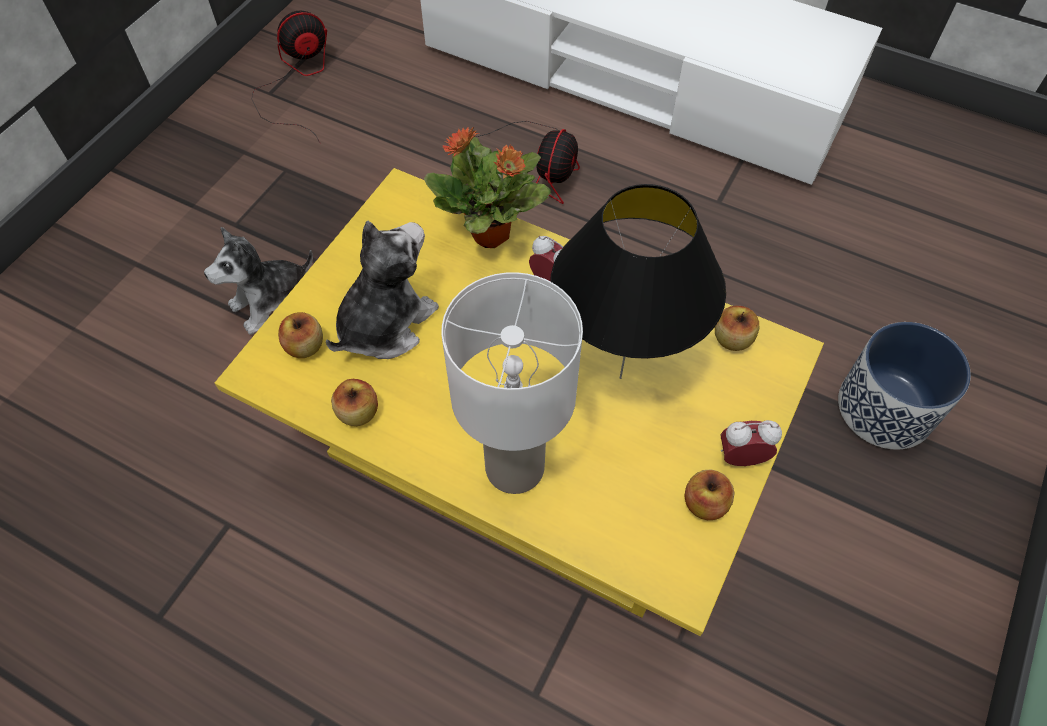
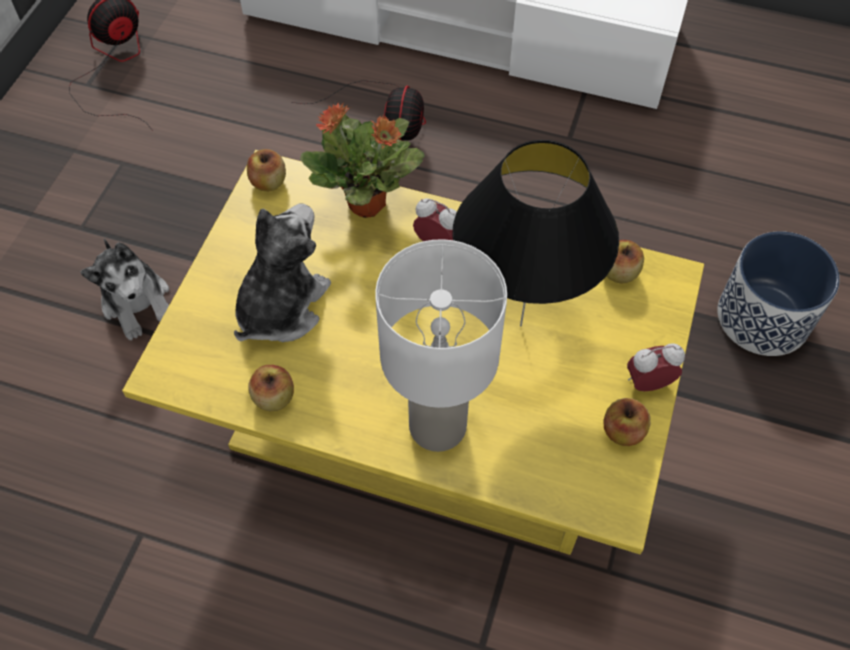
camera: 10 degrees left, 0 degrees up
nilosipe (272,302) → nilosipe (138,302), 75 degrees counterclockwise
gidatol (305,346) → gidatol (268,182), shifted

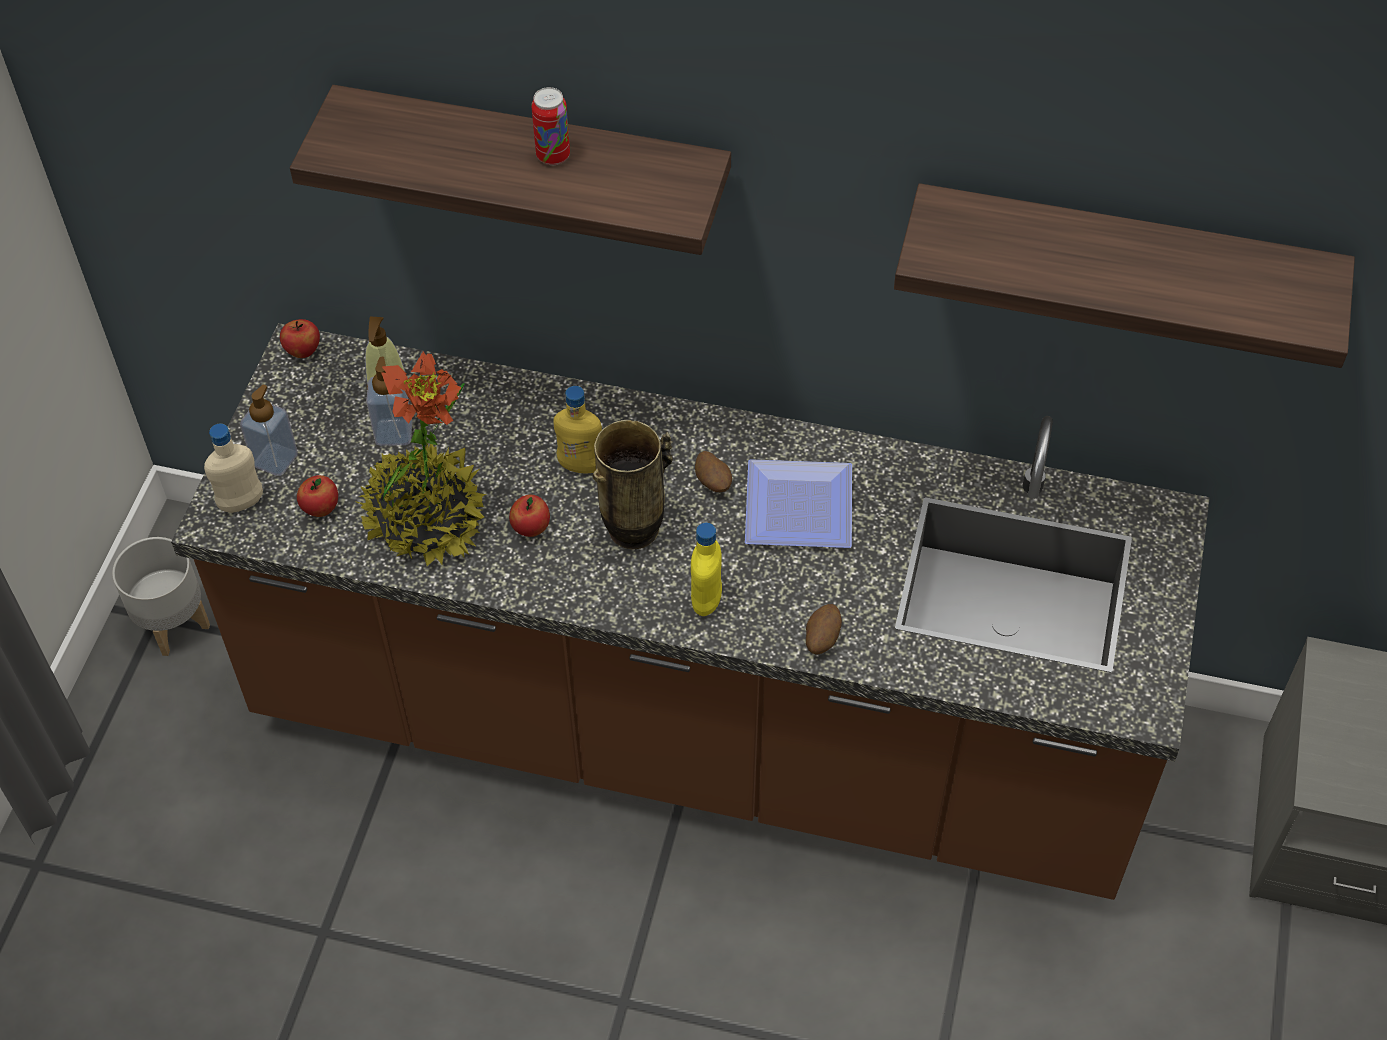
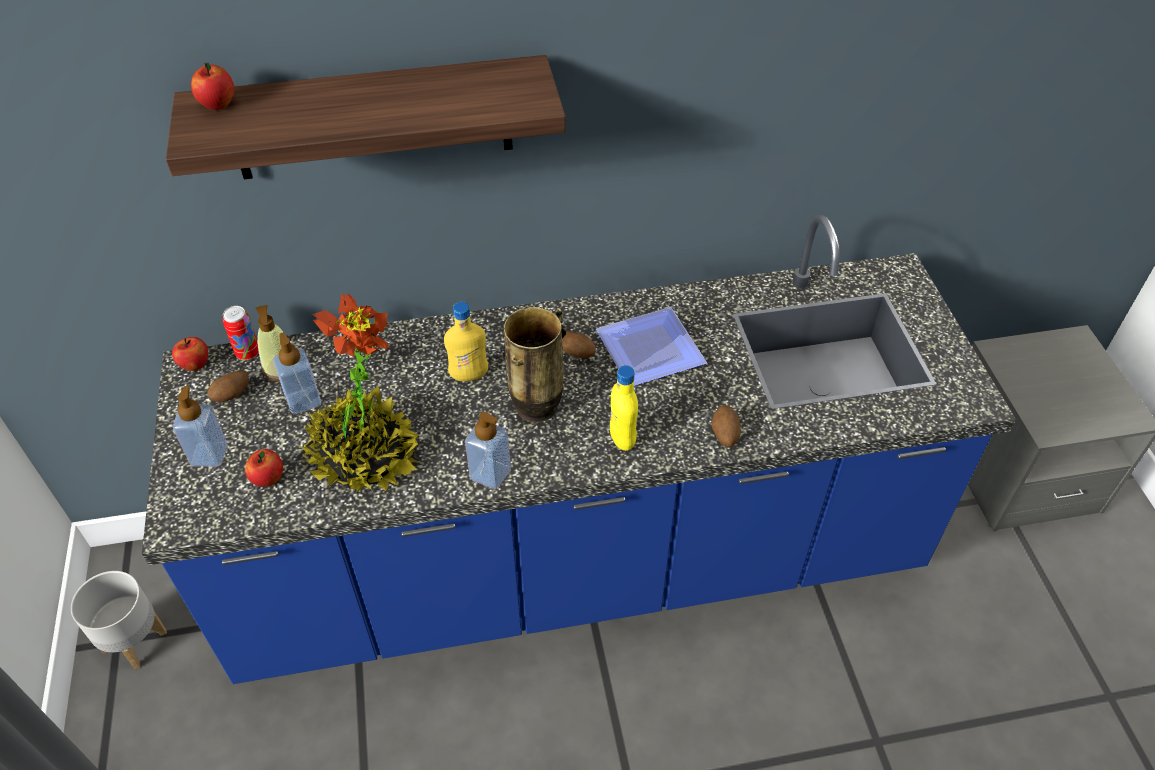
camera: 25 degrees left, 5 degrees down
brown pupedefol (695,727) → blue pupedefol (577,563)
gidatol (531,528) → gidatol (218,105), shifted
- → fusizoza (232,396)
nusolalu (553,156) → nusolalu (248,353), shifted
- → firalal (490,473)
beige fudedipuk (241,503) → -
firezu (1122,262) → -

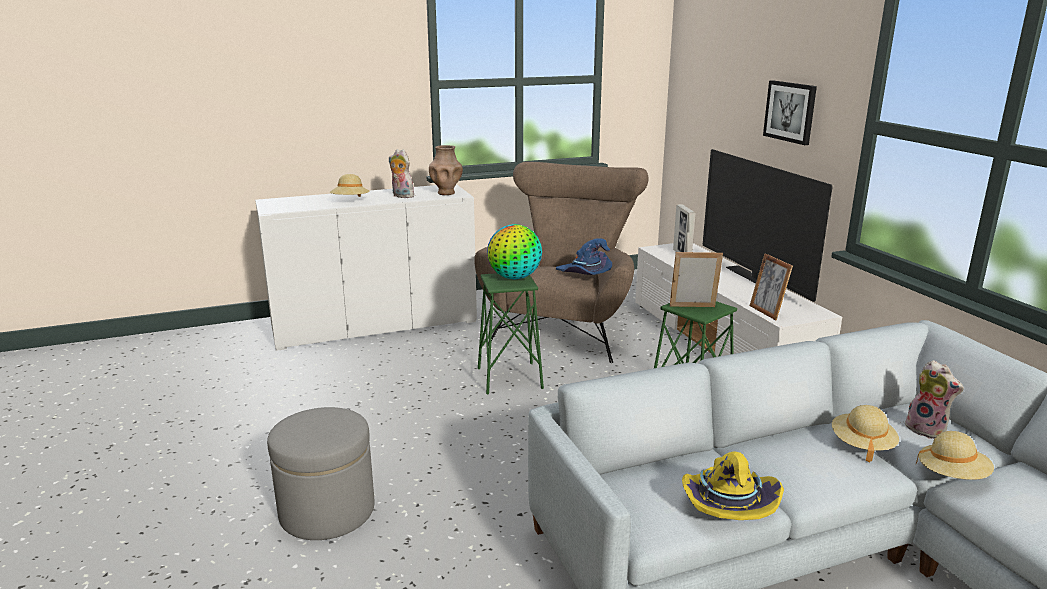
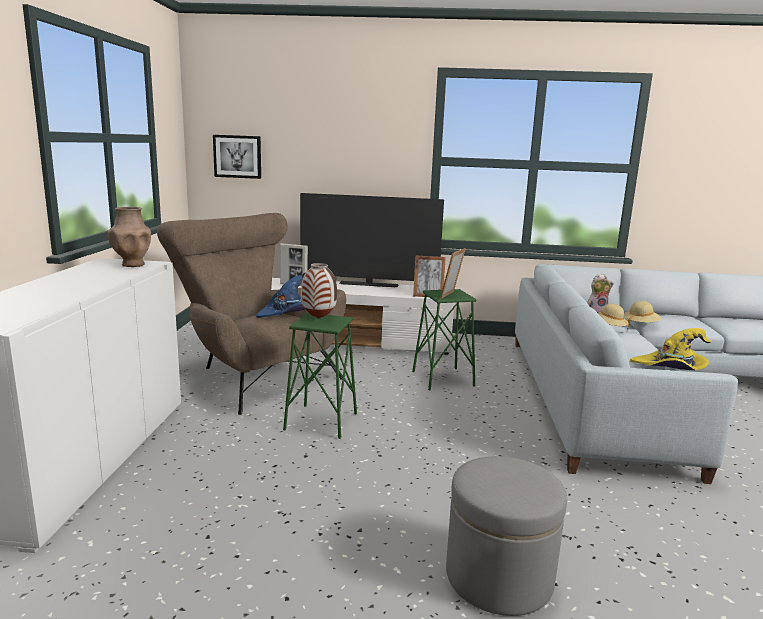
camera: 65 degrees left, 5 degrees down
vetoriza (790,111) → vetoriza (237,156), shifted
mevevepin (515,277) → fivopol (319,318)
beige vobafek (350,201) → -
nilosipe (401,196) → -

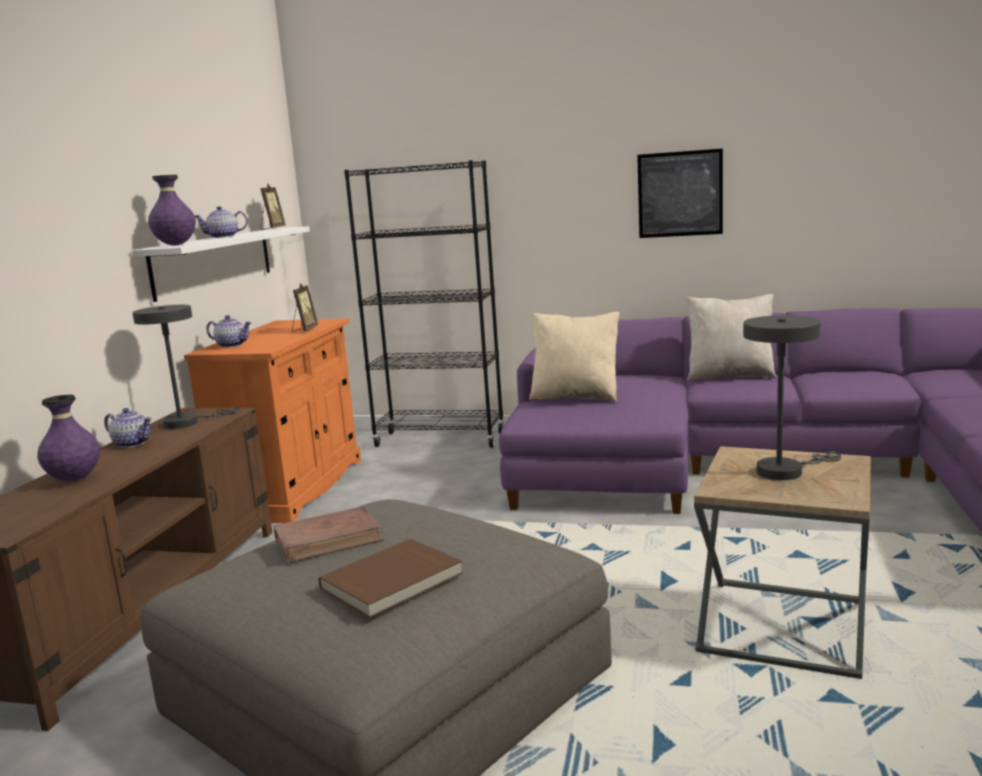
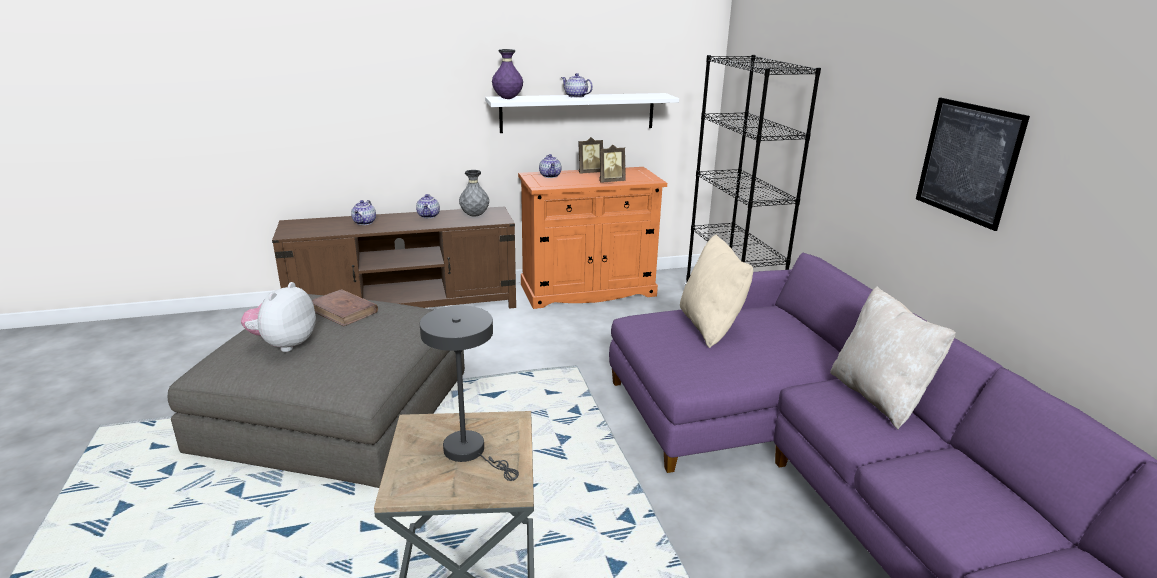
camera: 60 degrees right, 10 degrees up
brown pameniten (393,582) → nilosipe (284,344)
purple fivopol (74,480) → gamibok (365,223)
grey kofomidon (187,422) → grey fivopol (474,215)
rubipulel (272,229) → rubipulel (589,172), shifted

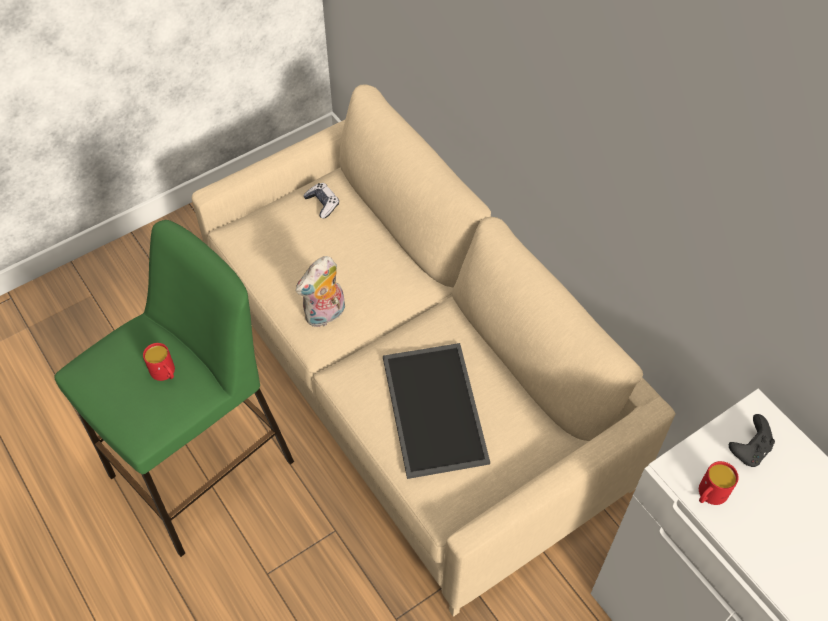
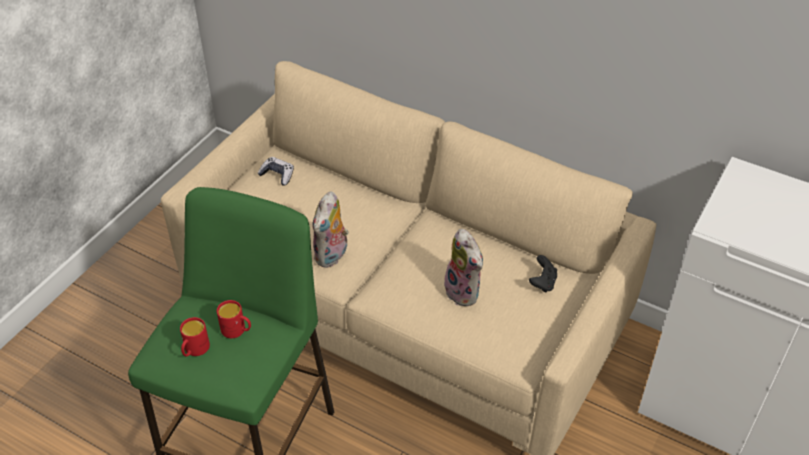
camera: 25 degrees left, 10 degrees down
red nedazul (709,495) → red nedazul (194,350), shifted
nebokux (432,408) → nilosipe (465,292)
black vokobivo (749,450) → black vokobivo (542,283), shifted

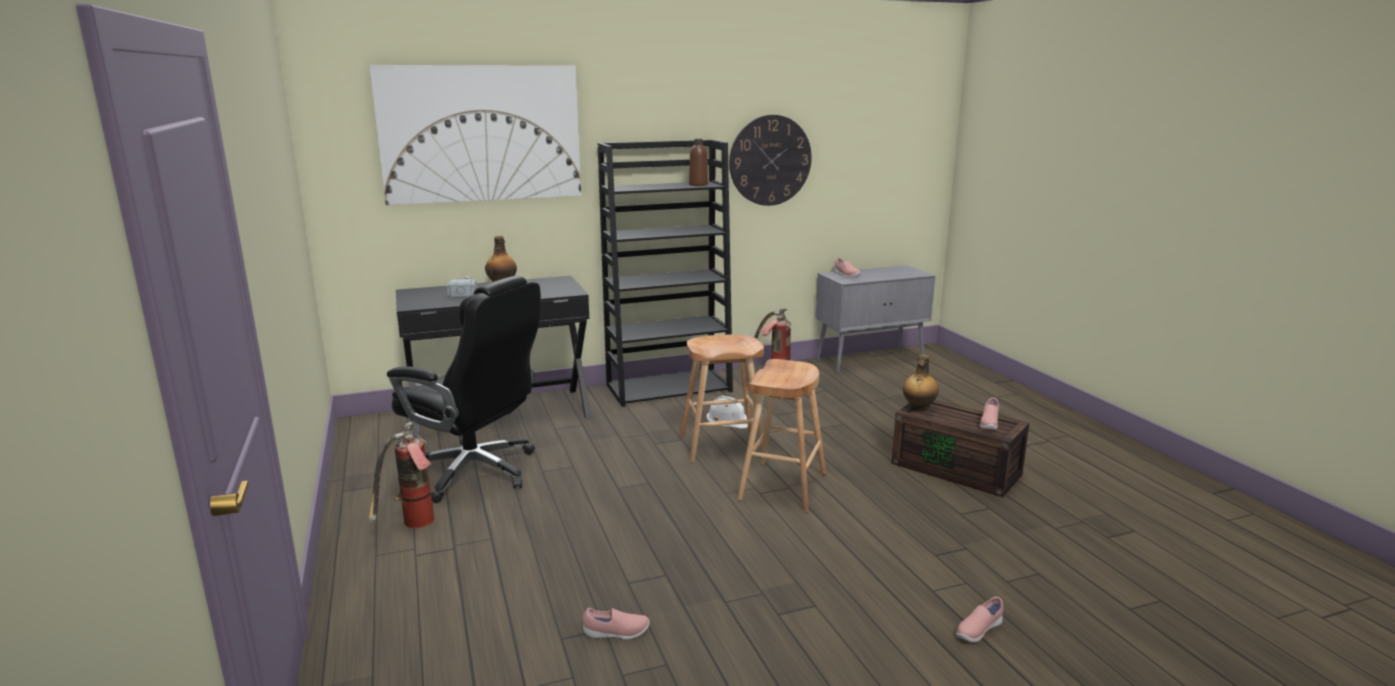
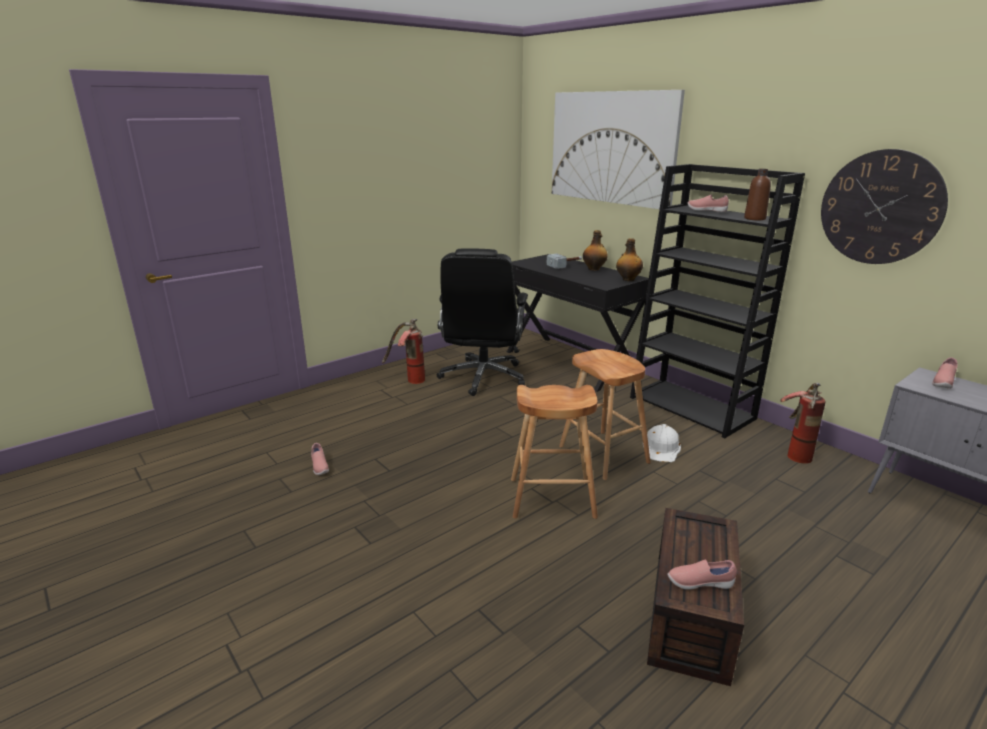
camera: 70 degrees right, 5 degrees up
fudedipuk (918,408) → fudedipuk (628,279), shifted
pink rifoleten (978,631) → pink rifoleten (706,211), shifted

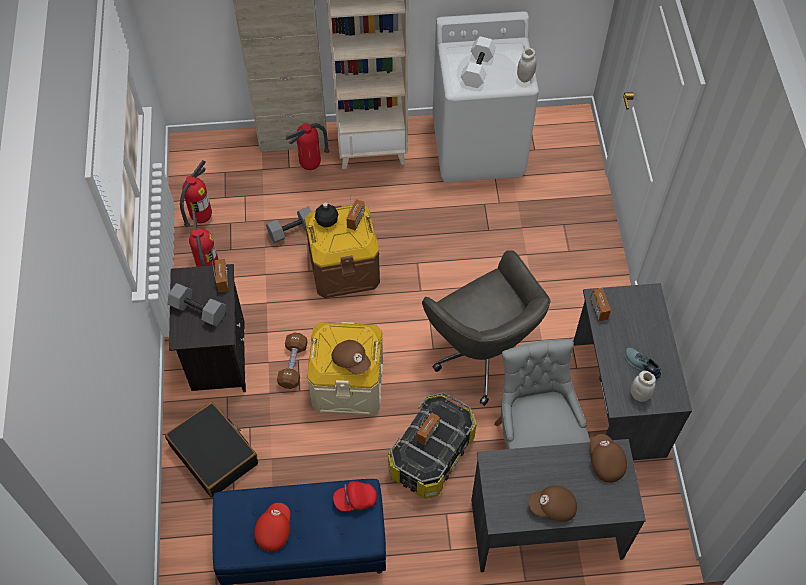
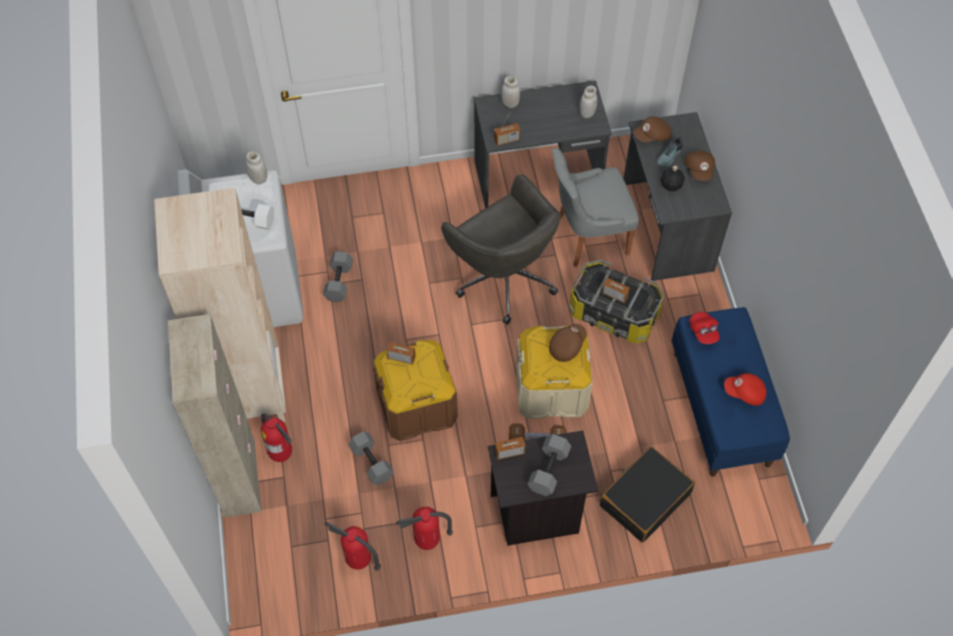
camera: 95 degrees left, 0 degrees up
- → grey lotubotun (339,282)
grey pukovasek (484,353) → grey pukovasek (503,277), 90 degrees clockwise
- → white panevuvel (510,103)
rifoleten (641,365) → rifoleten (670,156), shifted
black fudedipuk (326,221) → black fudedipuk (671,185), shifted

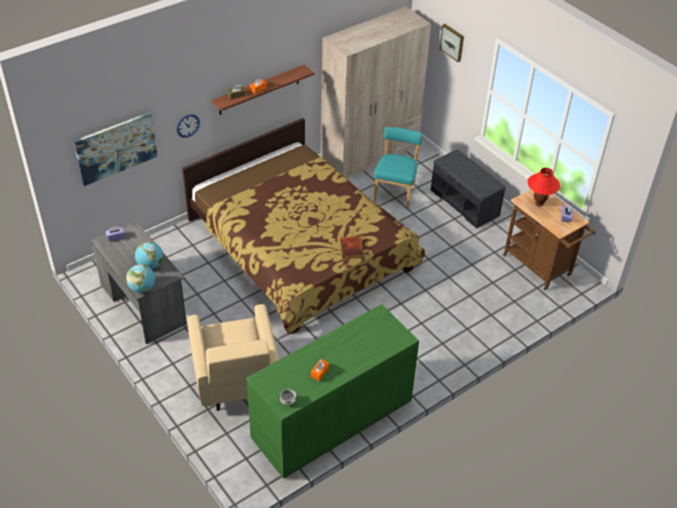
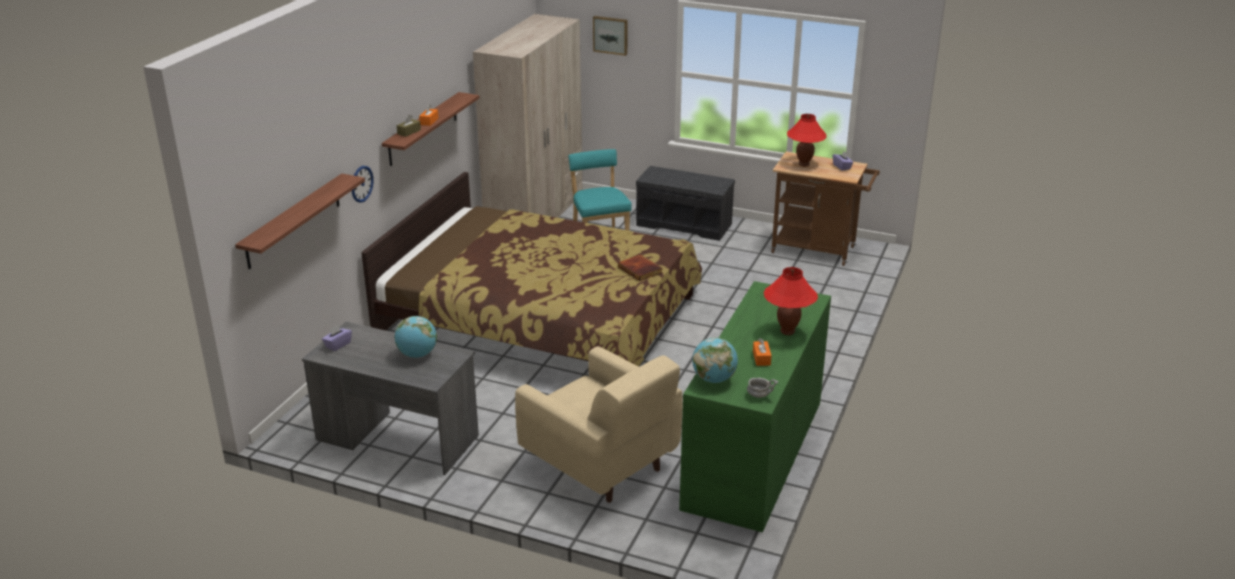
camera: 30 degrees left, 15 degrees down
vetoriza (116,148) → firezu (293,221)
mevevepin (142,288) → mevevepin (714,379), shifted
- → red kofomidon (787,331)

